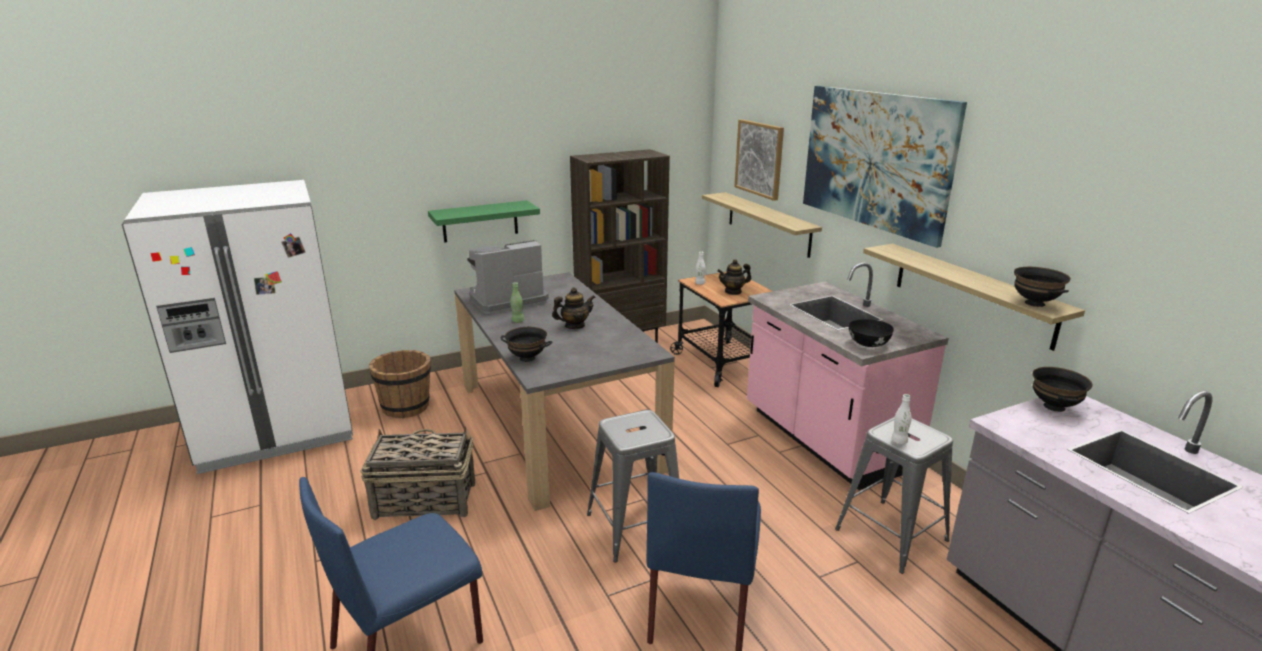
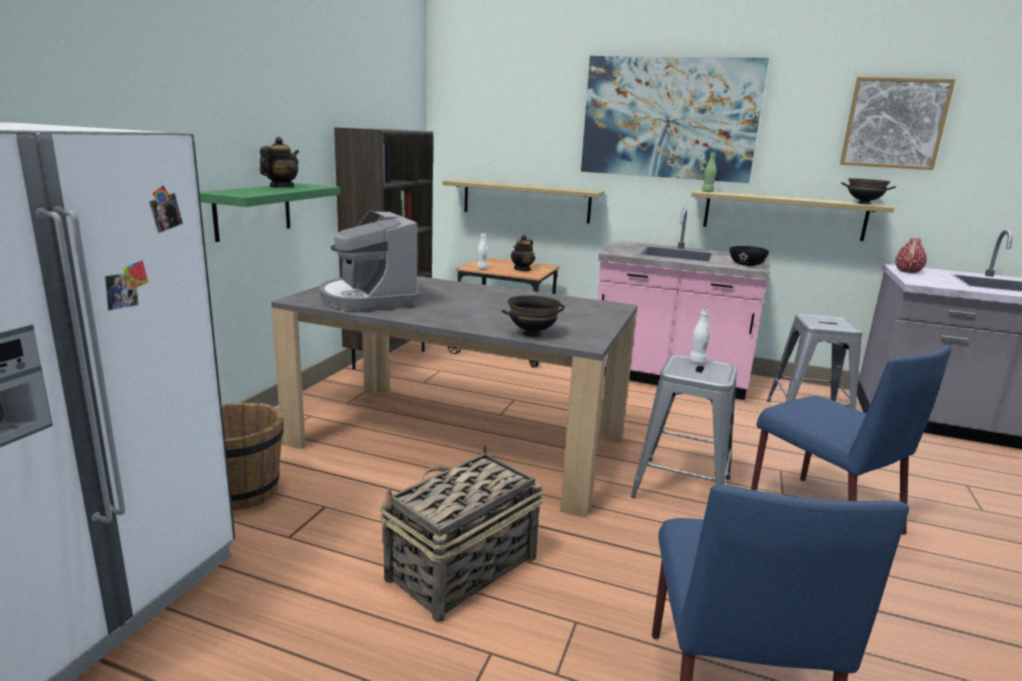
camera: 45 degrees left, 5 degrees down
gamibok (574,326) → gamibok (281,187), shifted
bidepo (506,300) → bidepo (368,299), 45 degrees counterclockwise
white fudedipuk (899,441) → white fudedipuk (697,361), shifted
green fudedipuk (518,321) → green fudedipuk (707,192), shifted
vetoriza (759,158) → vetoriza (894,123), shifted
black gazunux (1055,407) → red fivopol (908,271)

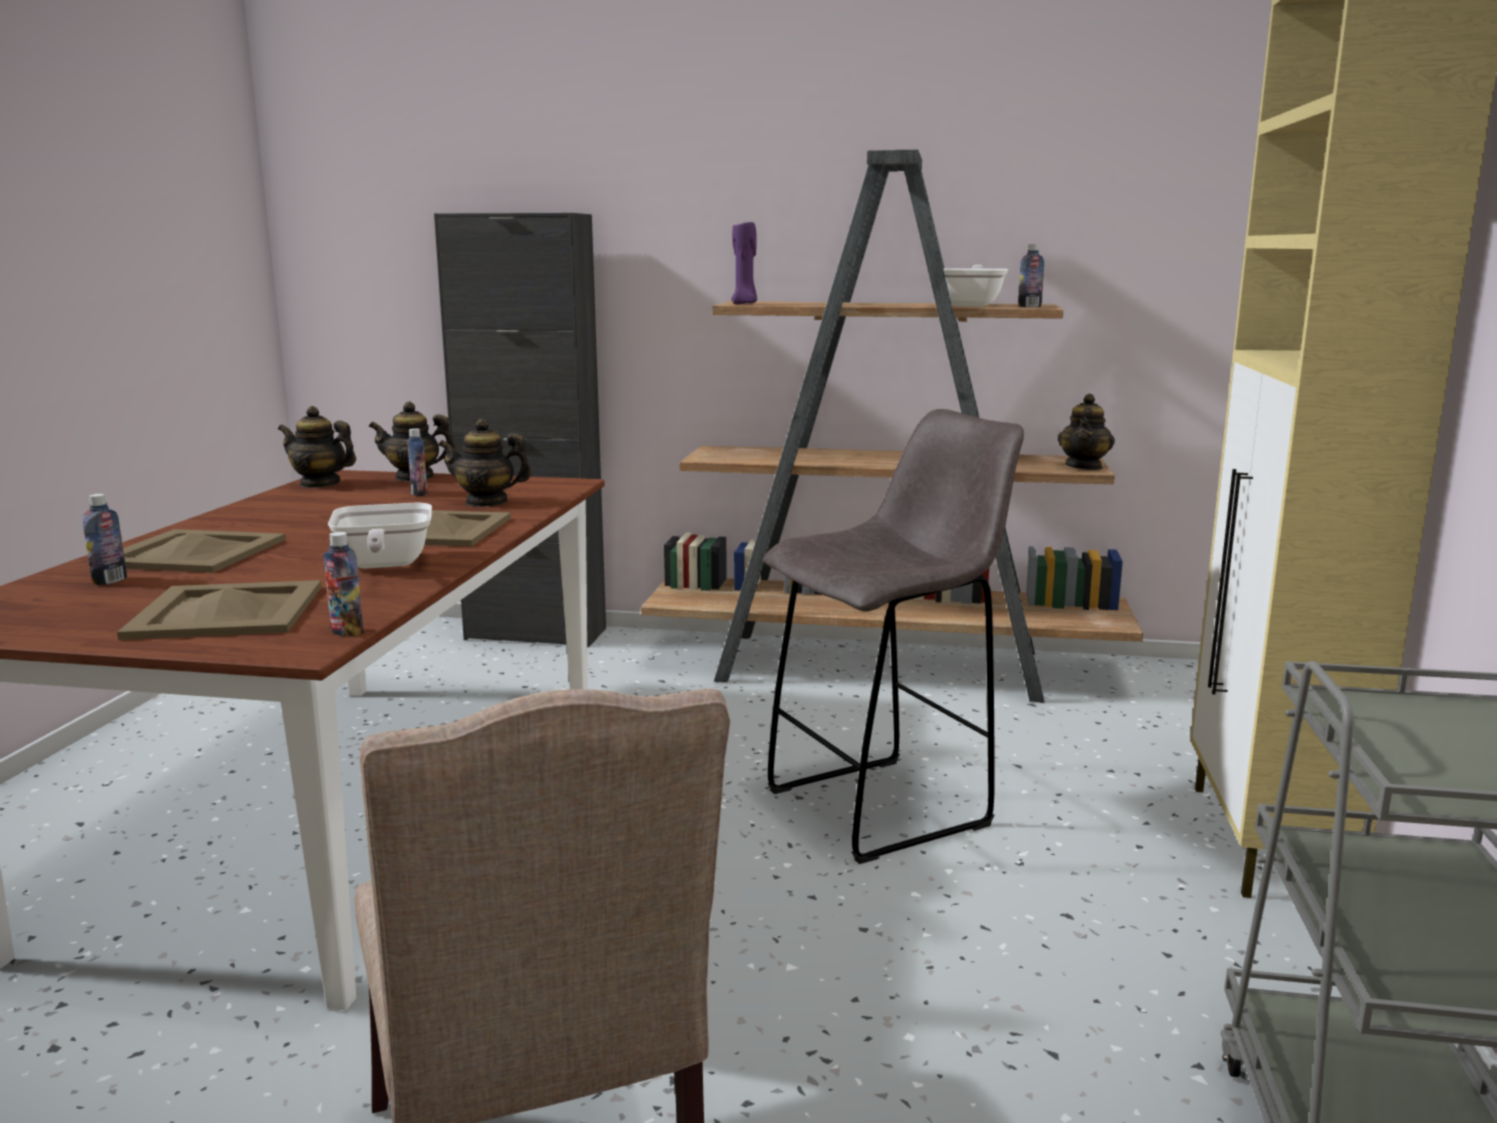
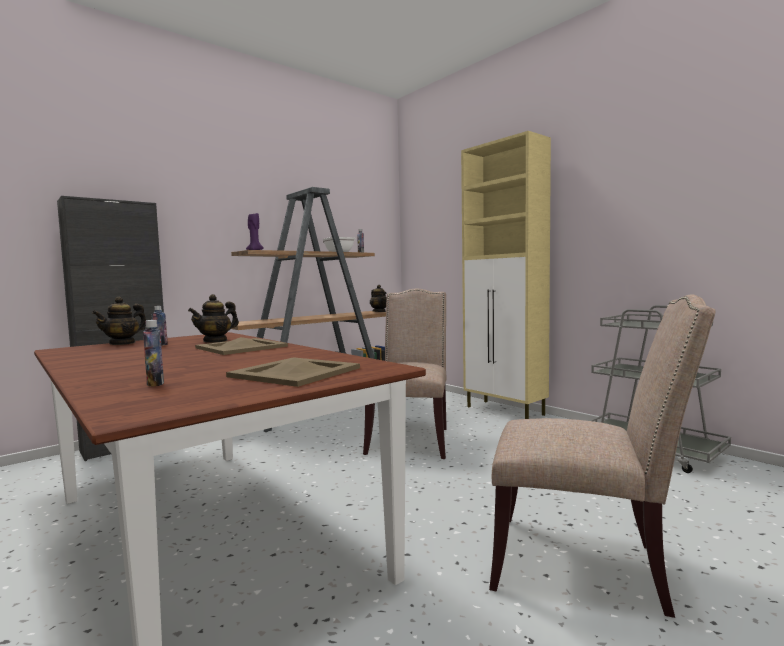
camera: 50 degrees left, 10 degrees down
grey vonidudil (884,806) → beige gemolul (411,439)
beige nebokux (190,553) → -
gamibok (320,484) → -
fudedipuk (347,632) → -
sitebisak (383,565) → -

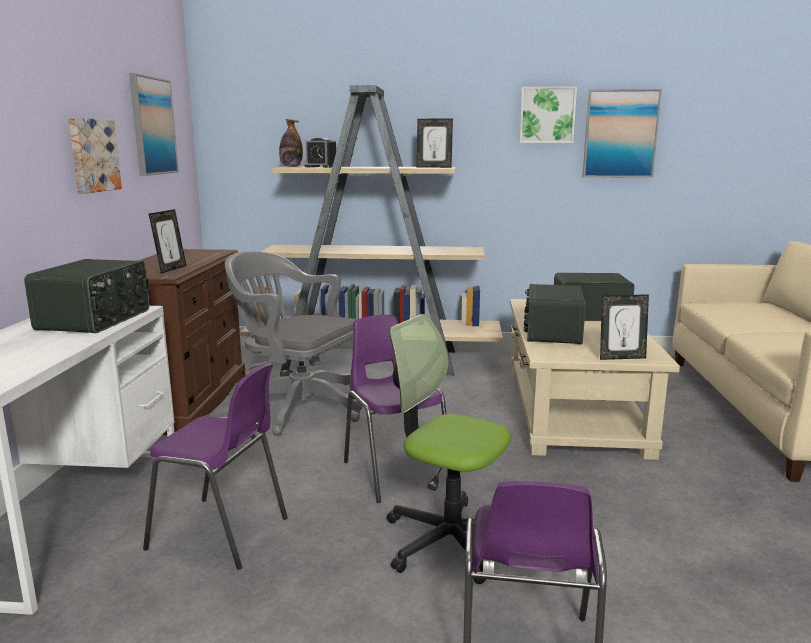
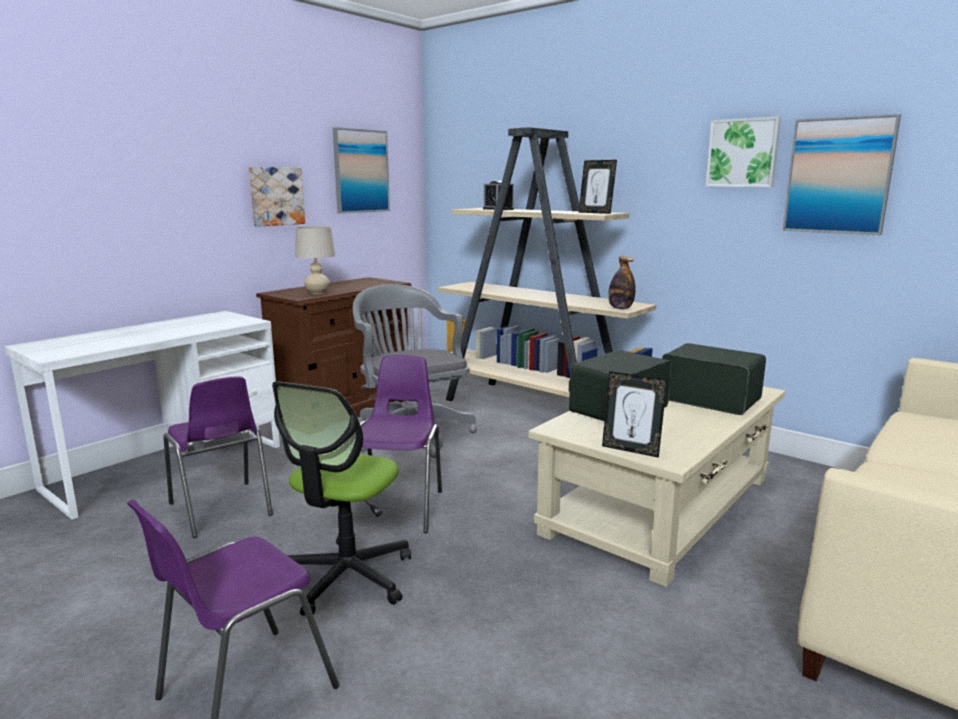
camera: 35 degrees right, 0 degrees up
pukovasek (448,540) → pukovasek (346,577), 135 degrees counterclockwise
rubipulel (171,269) → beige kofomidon (317,293)
fudedipuk (291,166) → fudedipuk (620,308), shifted
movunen (96,320) → -

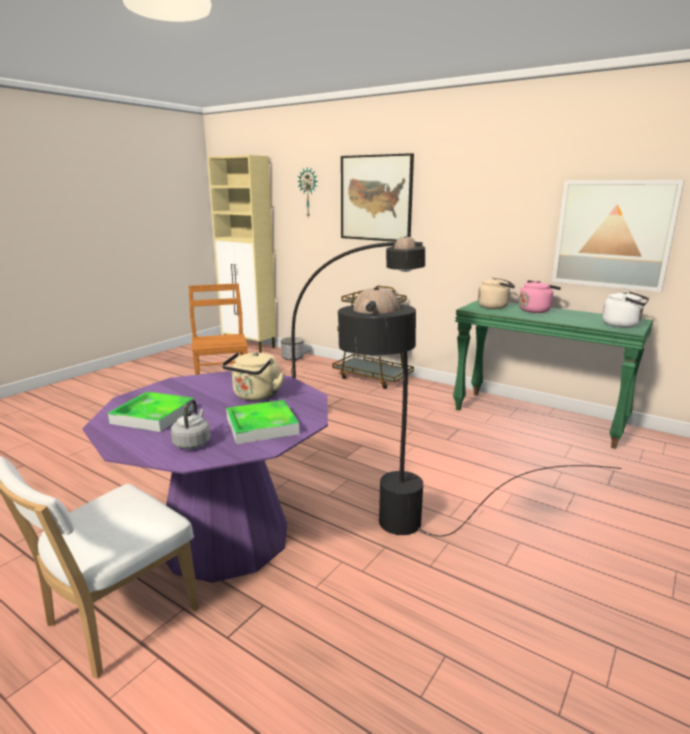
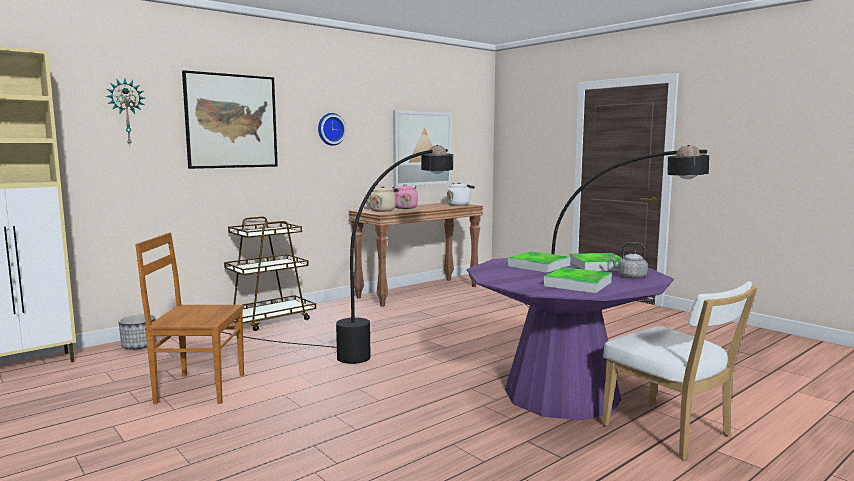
camera: 75 degrees left, 10 degrees down
- → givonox (330,129)
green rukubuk (537,418) → brown rukubuk (418,292)
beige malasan (255,396) → nebokux (538,265)

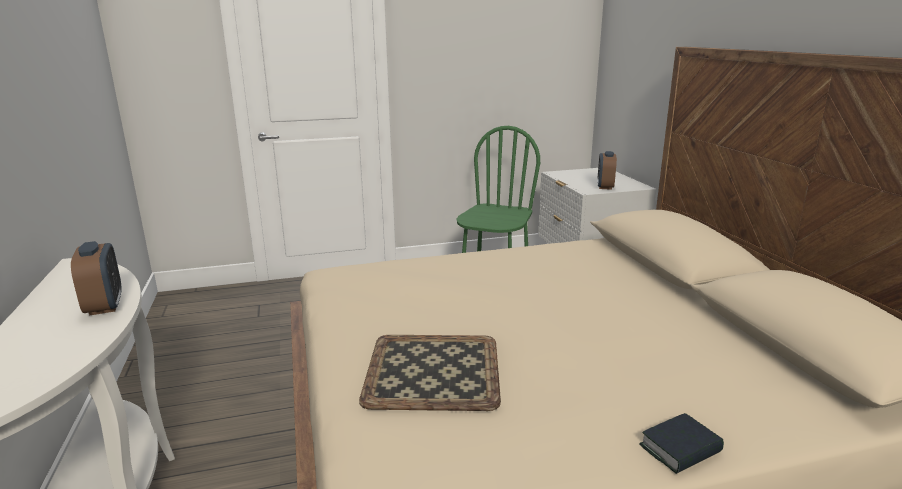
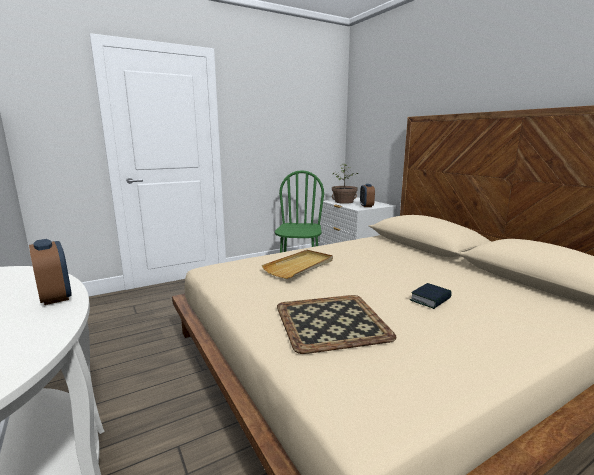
camera: 15 degrees left, 5 degrees down
- → beige nebokux (300,266)
- → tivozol (344,202)
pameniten (680,449) → pameniten (430,299), shifted

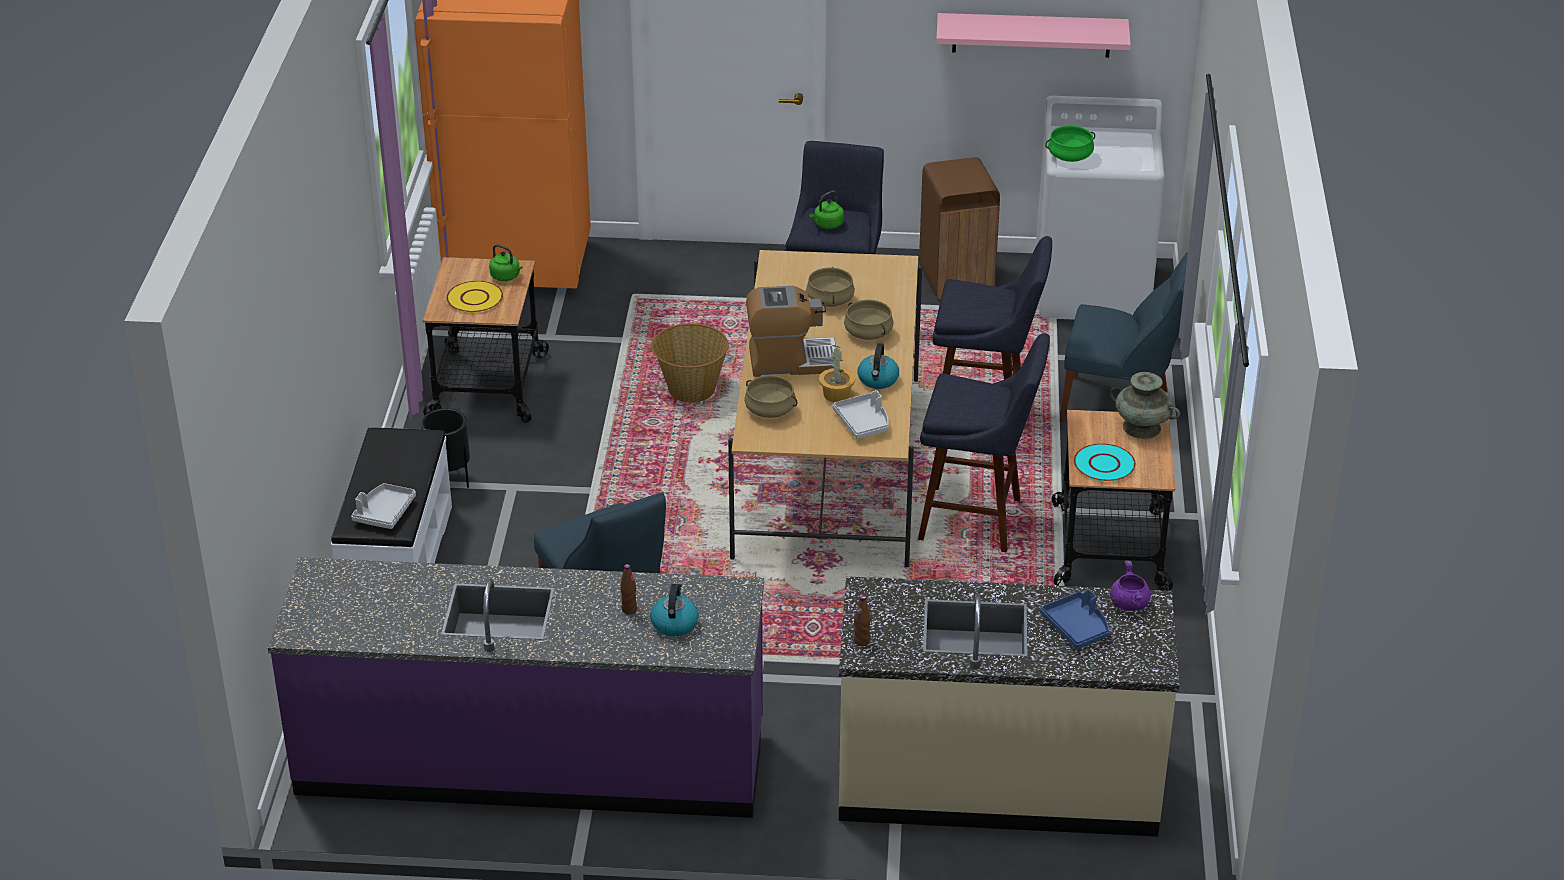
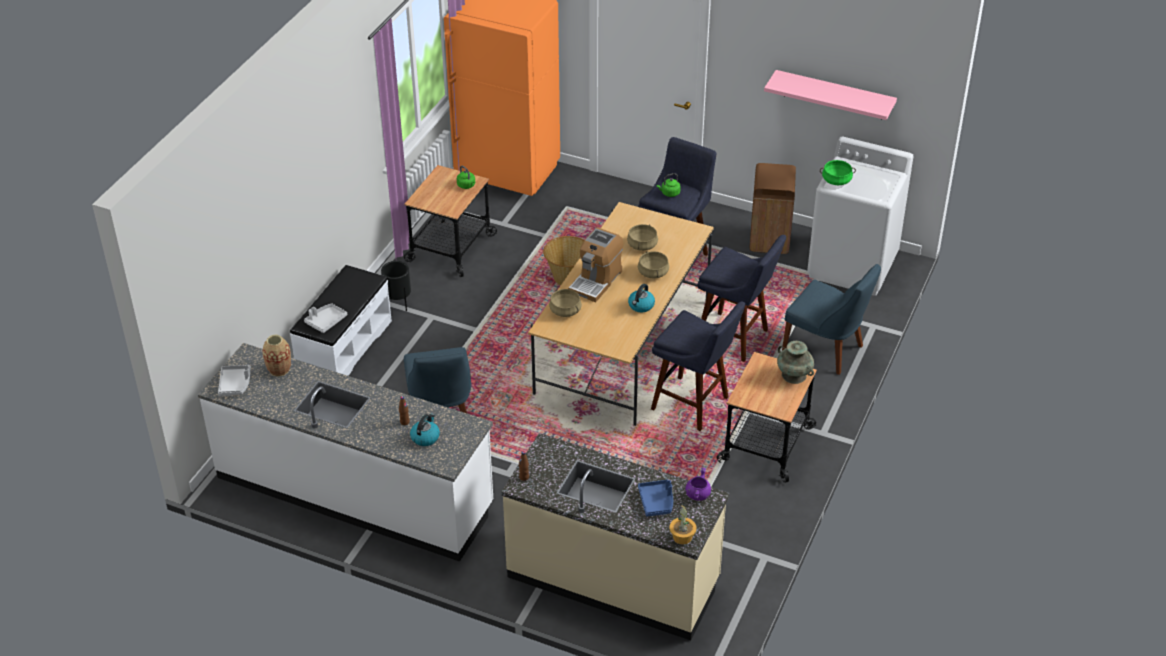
camera: 20 degrees right, 5 degrees up
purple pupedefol (531,760) → white pupedefol (355,491)
grey nebokux (863,423) → grey nebokux (235,384), shifted
- → fivopol (279,369)
bidepo (791,361) → bidepo (596,281), 105 degrees clockwise
tivozol (836,395) → tivozol (682,537), shifted
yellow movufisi (475,298) → -
turquoise movufisi (1104,464) → -

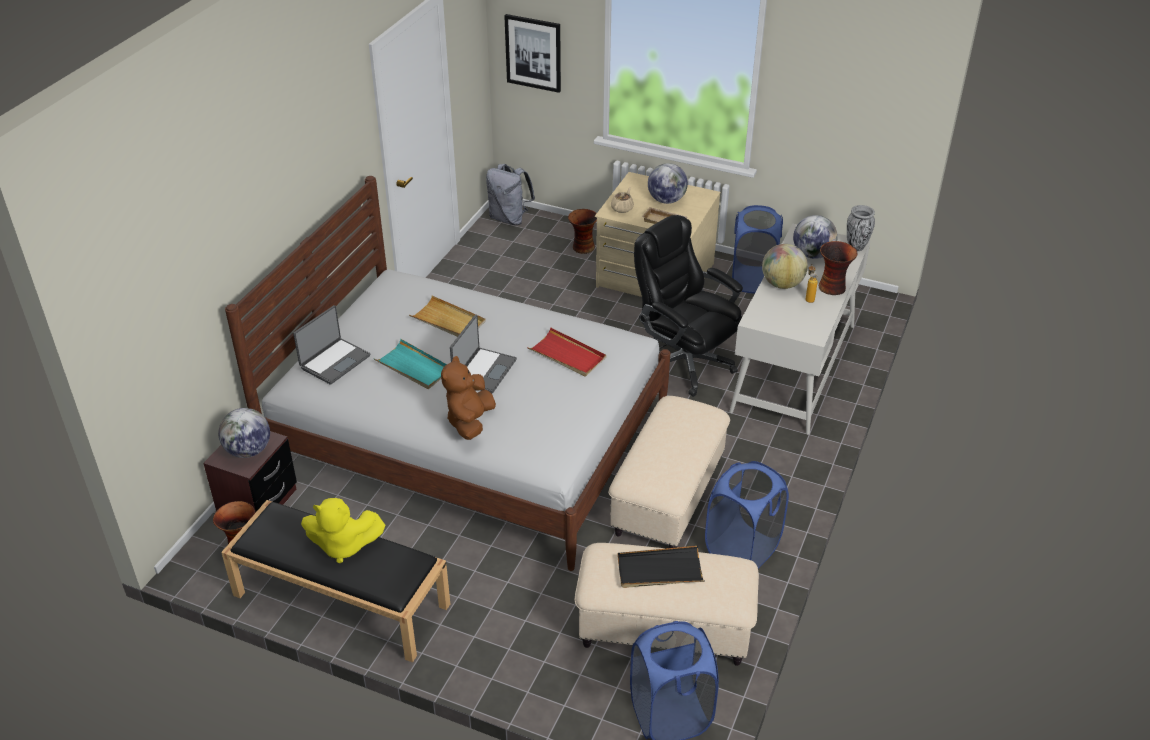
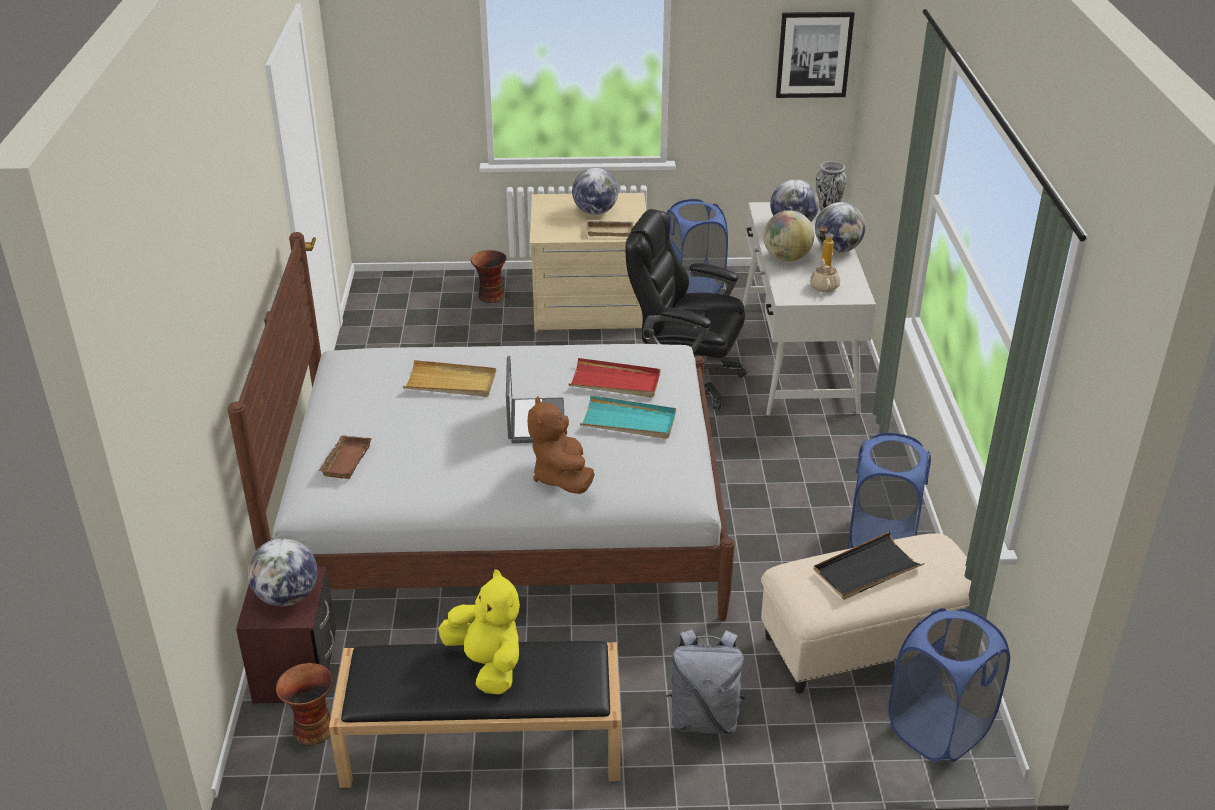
camera: 25 degrees left, 5 degrees down
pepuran (334,361) → brown nebokux (345,460)
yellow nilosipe (343,546) → yellow nilosipe (487,665), 105 degrees counterclockwise
turquoise nebokux (414,367) → turquoise nebokux (629,421), shifted
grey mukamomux (509,218) → grey mukamomux (704,718), shifted
vetoriza (533,53) → vetoriza (814,54), shifted
beige gamibok (622,208) → beige gamibok (824,286), shifted
fivopol (833,287) → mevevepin (837,249)
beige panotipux (667,496) → -

